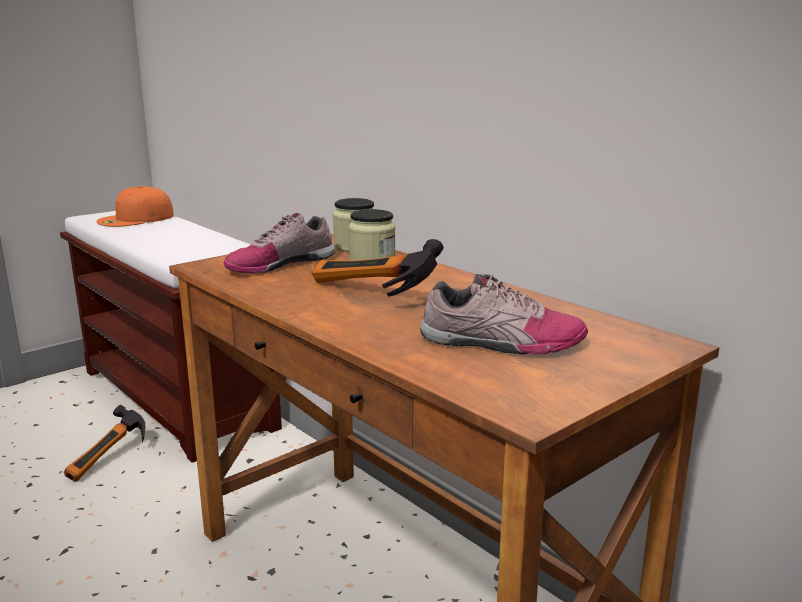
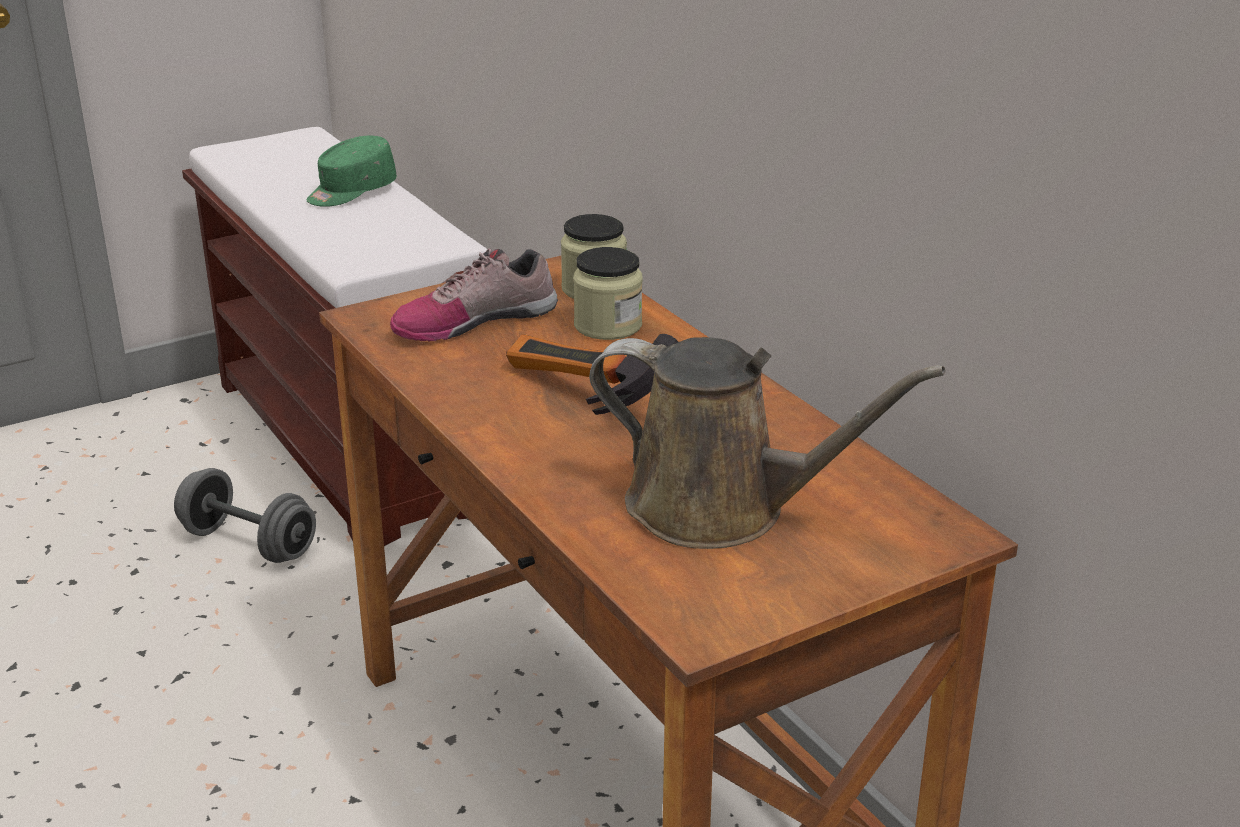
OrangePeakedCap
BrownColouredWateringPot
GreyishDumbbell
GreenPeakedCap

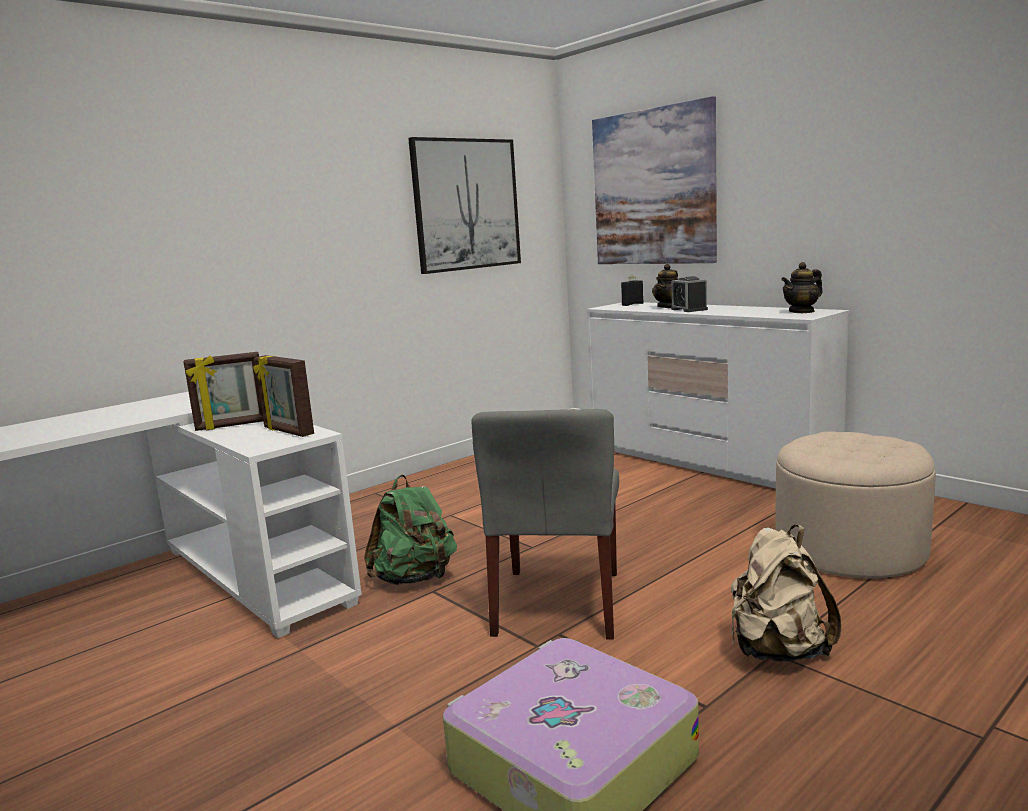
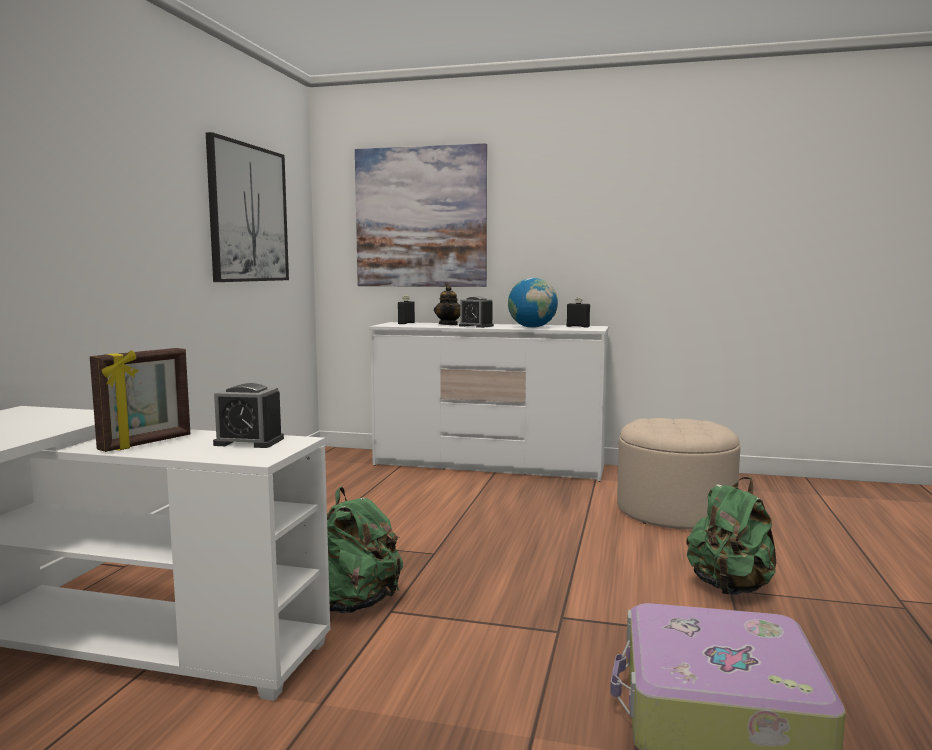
BlackishBeverageBottle (2nd from left)
BedsideClock (1st from left)
GreyishUprightChair
GreenBackpack (2nd from left)
WorldGlobe

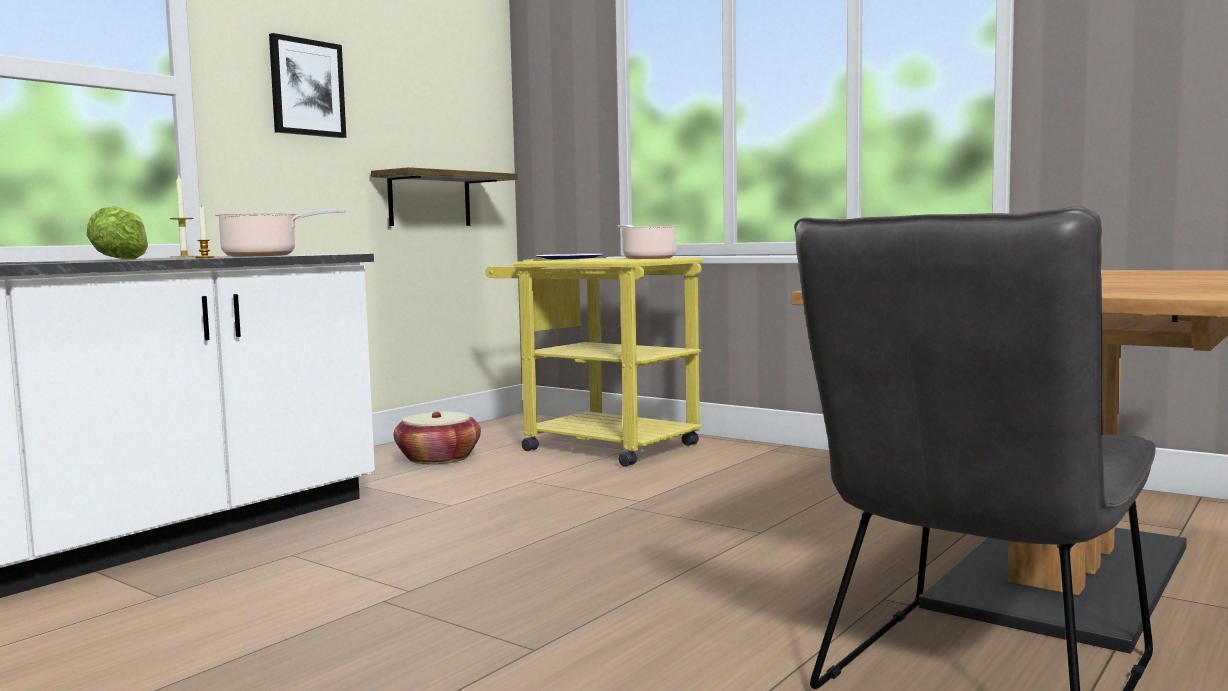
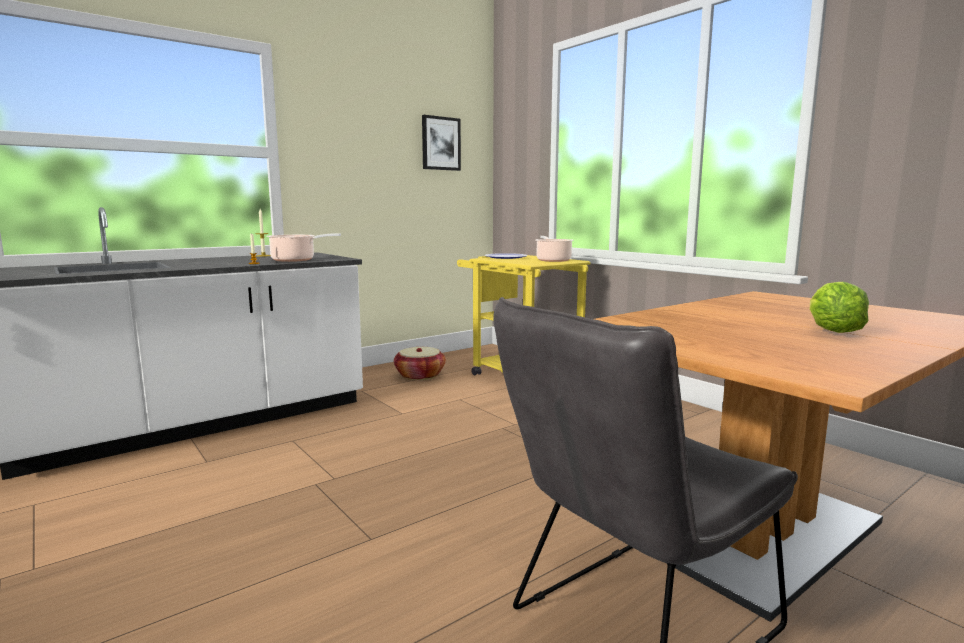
WallArt
Shelf
LettuceHead

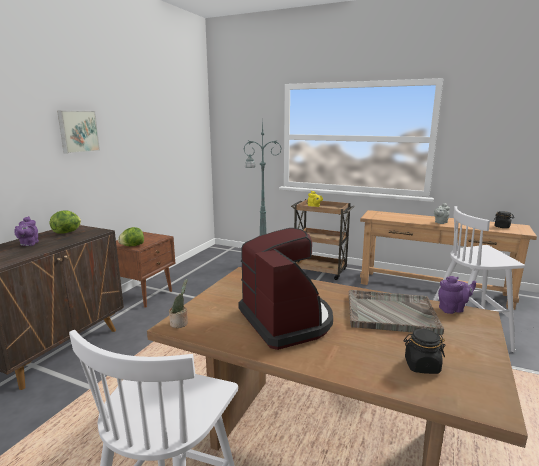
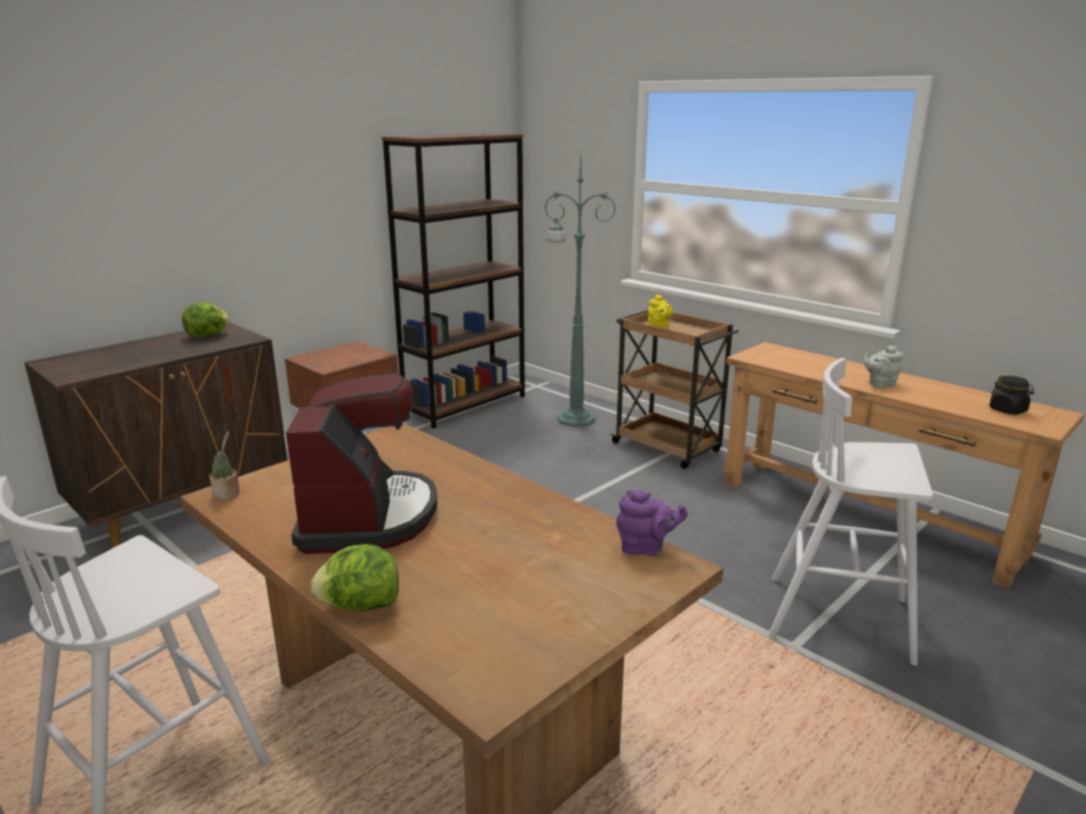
WallArt
PurpleColouredPotForTea (1st from left in the first image)
LettuceHead (2nd from left)
GreyishCarryingTray
BlackishJar (1st from left in the first image)
BrownColouredShelvingUnit

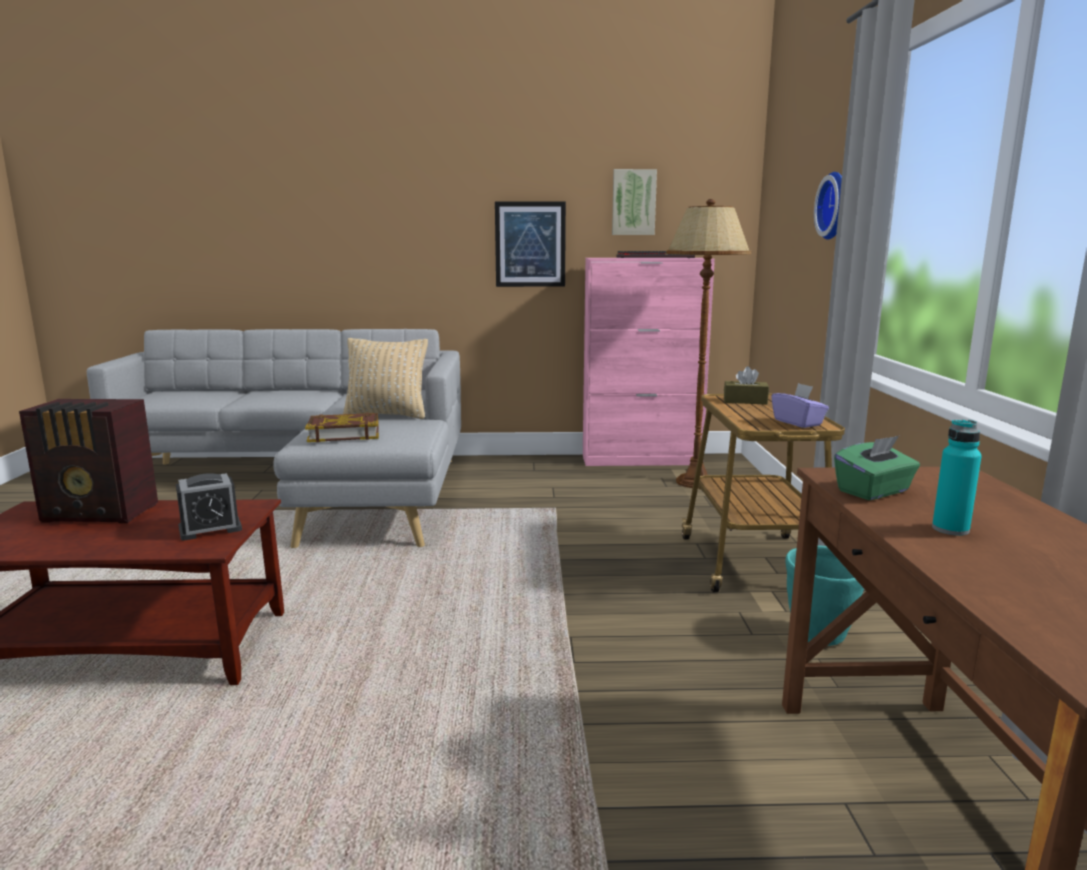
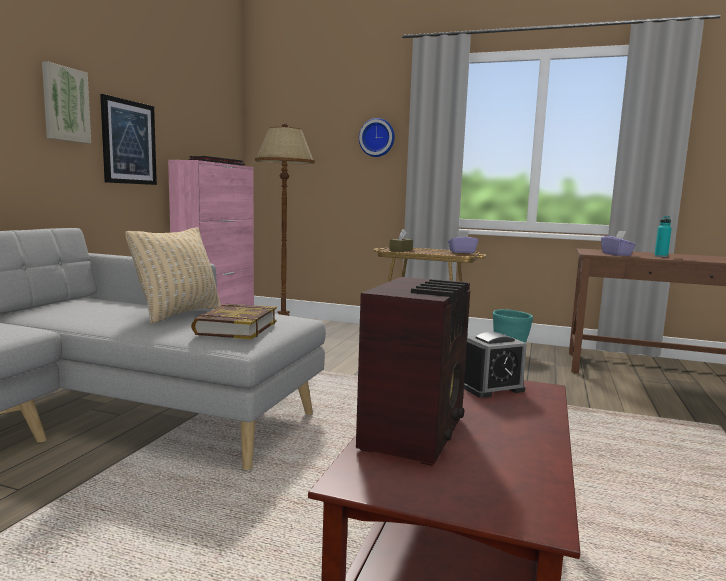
WallArt (1st from left)
PurpleColouredTissueHolder (2nd from left)
BedsideClock

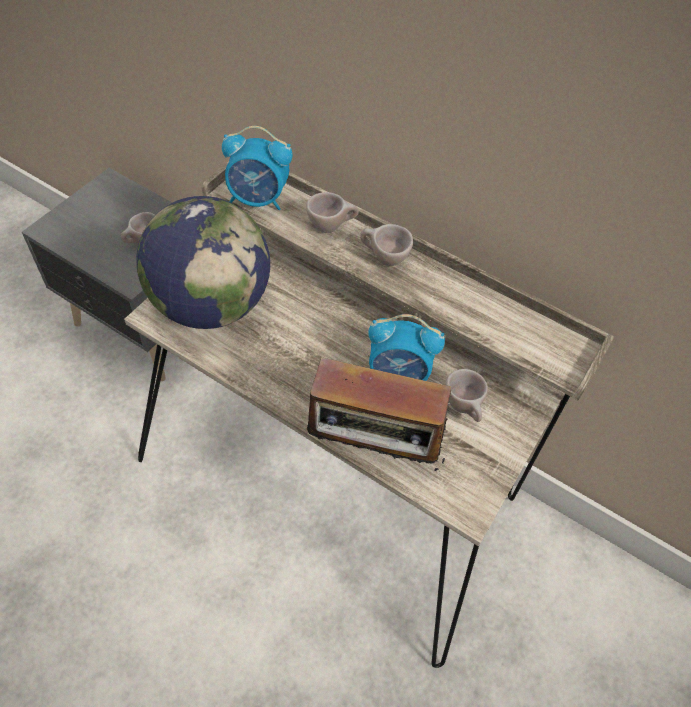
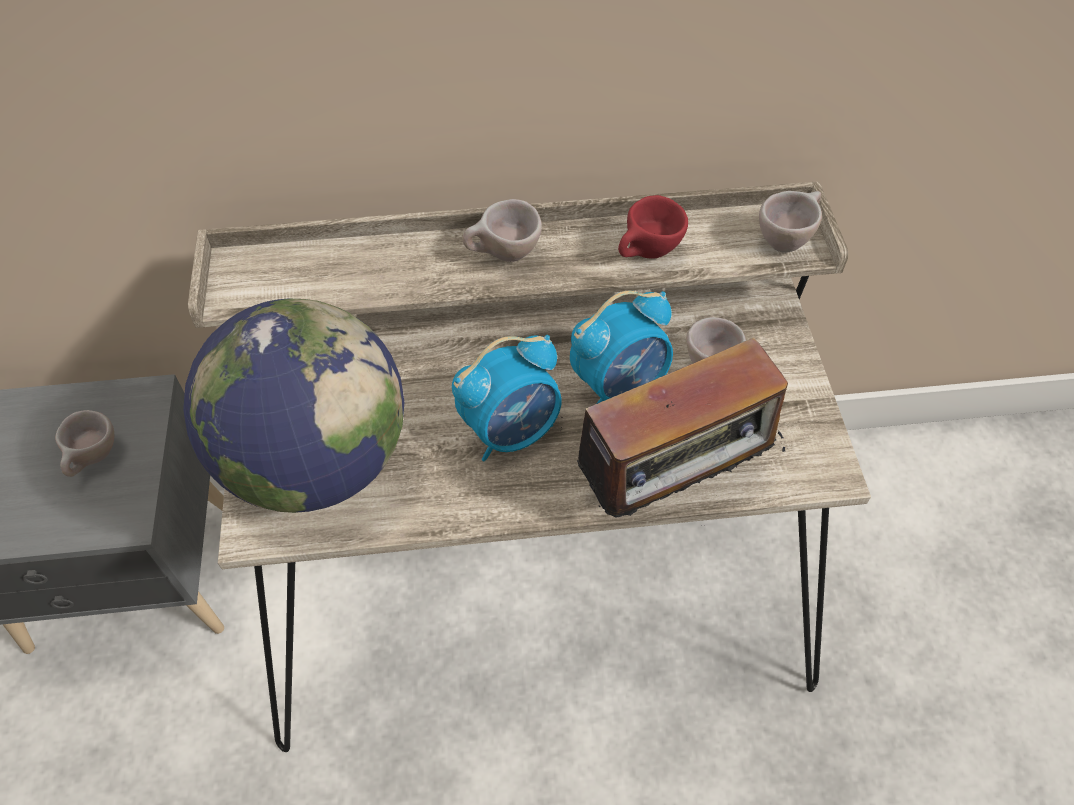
BedsideClock (1st from left)
BeigeCup (4th from left)
RedCup

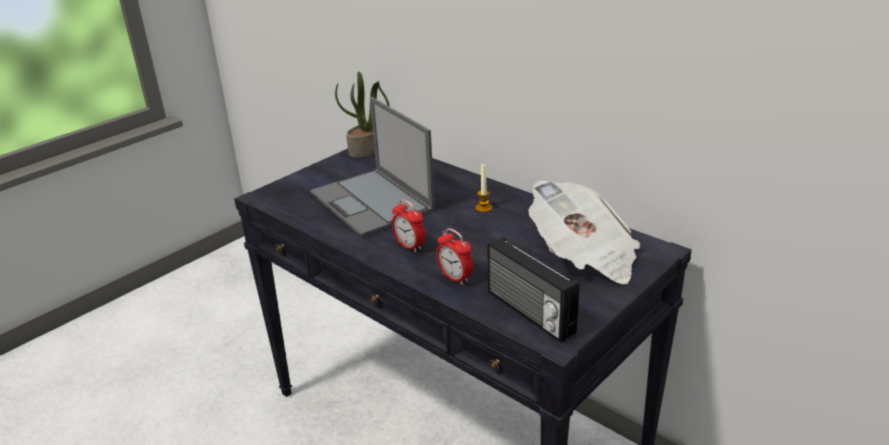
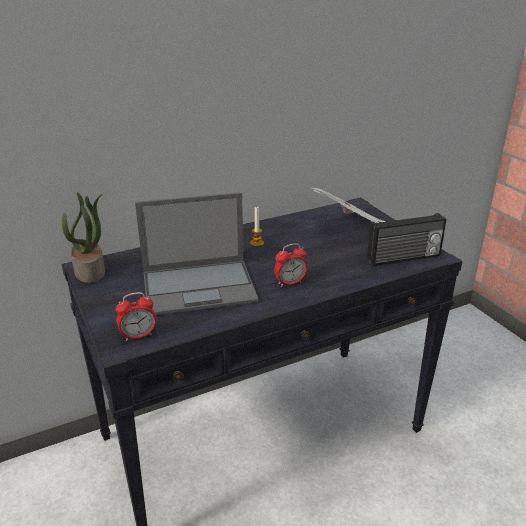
BedsideClock (1st from left)

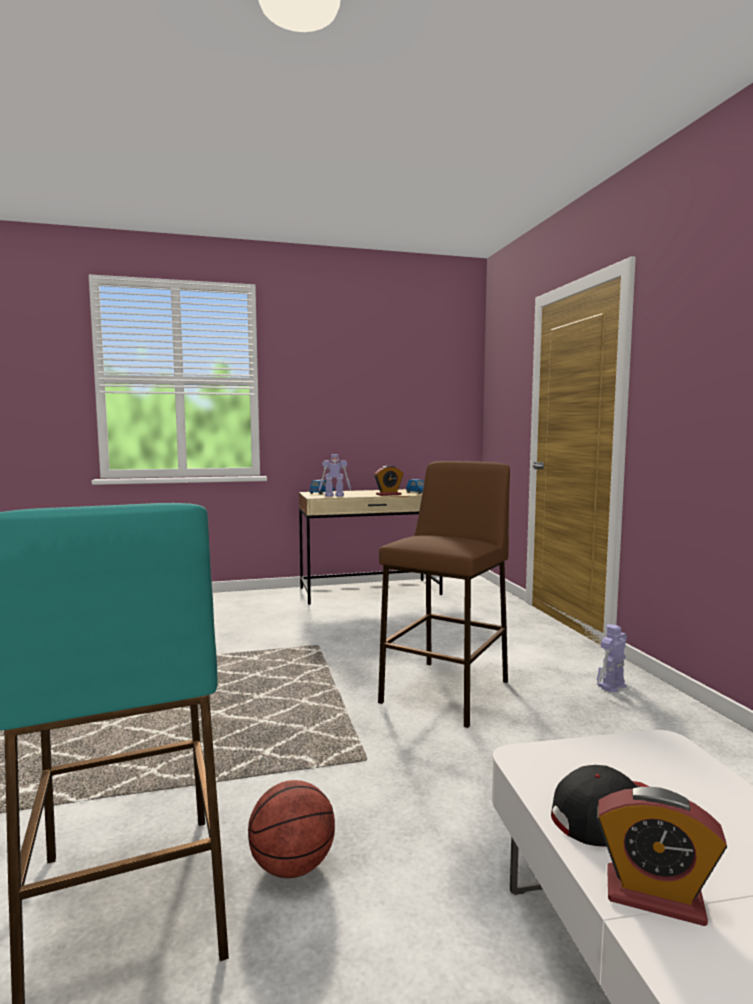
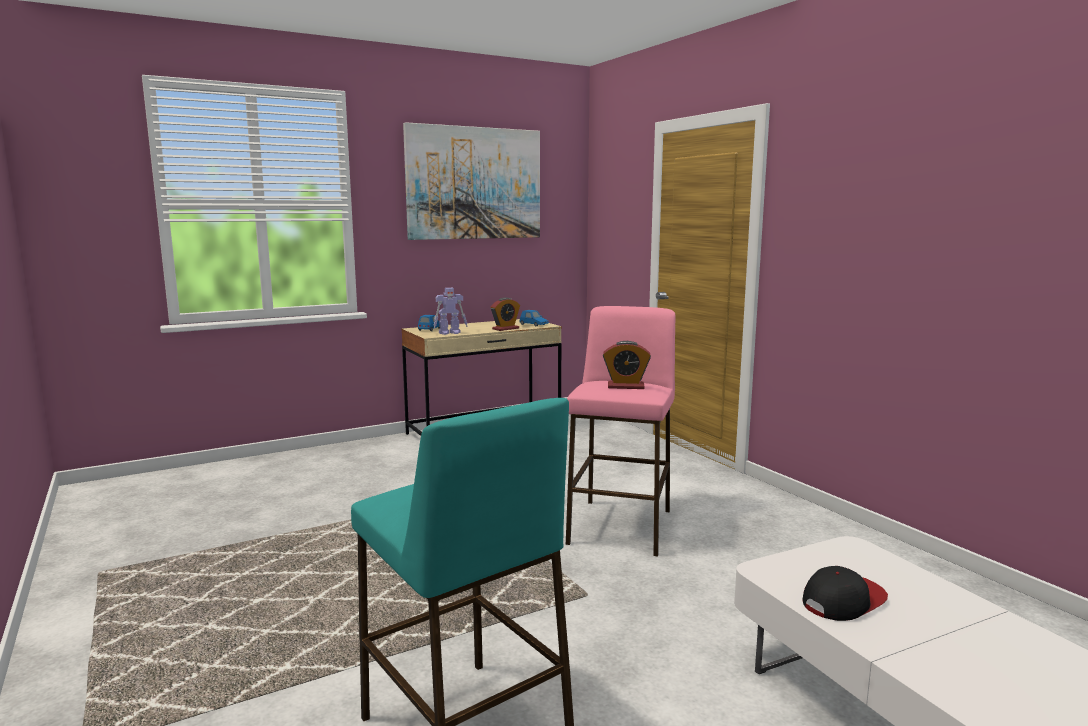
PinkSittingStool
ModelRobot (2nd from left in the first image)
BasketballBall
BedsideClock (2nd from left)
WallArt

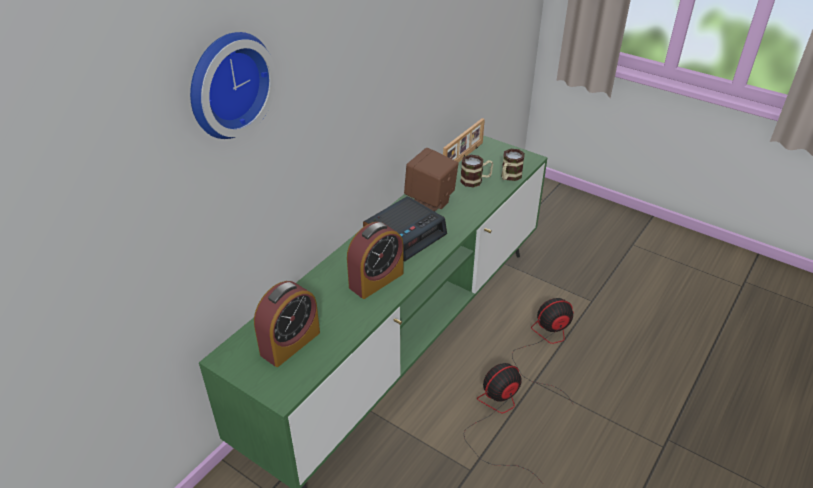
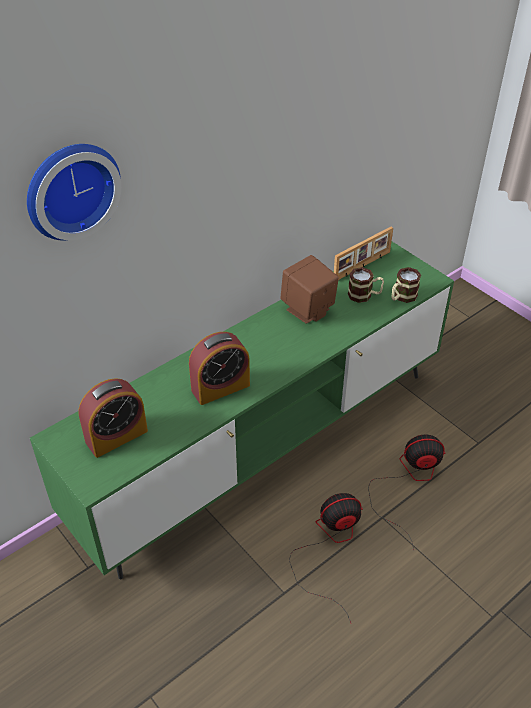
BedsideClock (3rd from left in the first image)

